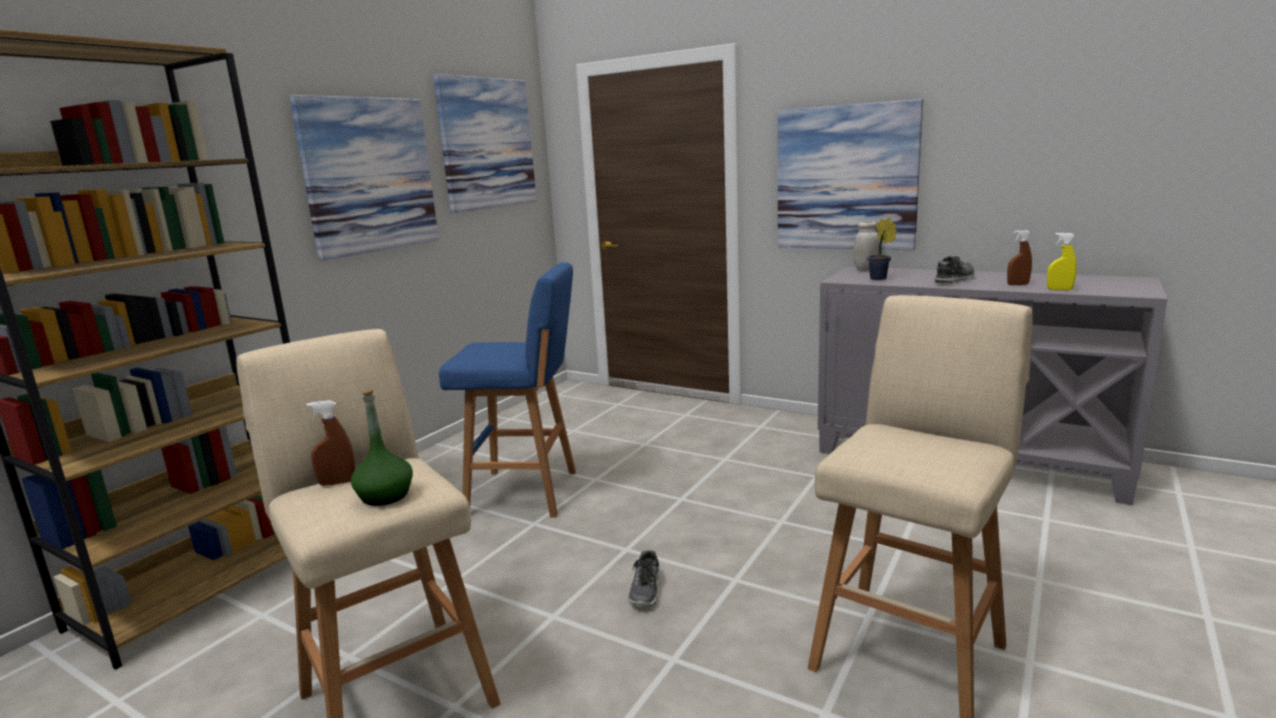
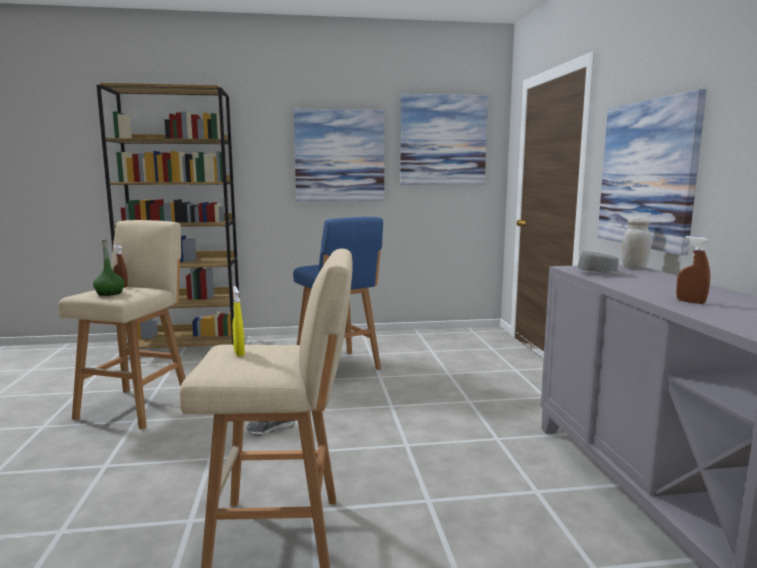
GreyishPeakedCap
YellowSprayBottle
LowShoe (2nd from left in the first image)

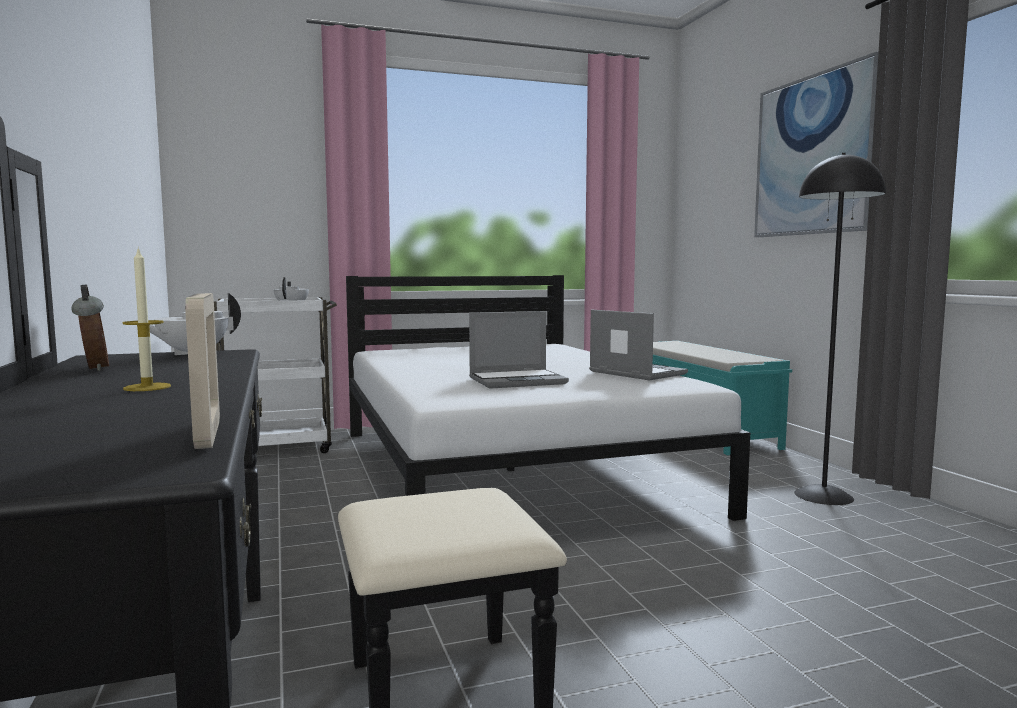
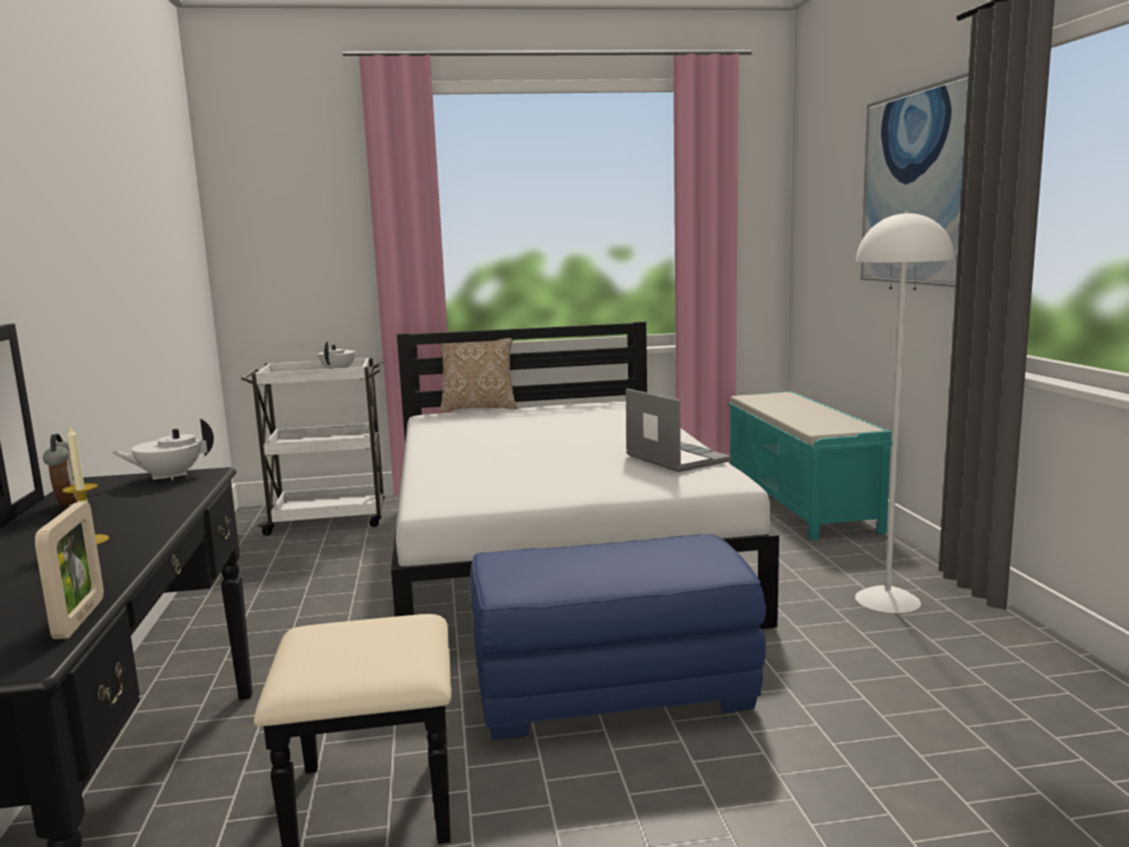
WhiteStandingLamp
PortableComputer (1st from left in the first image)
ThrowPillow
BlueColouredPouffe

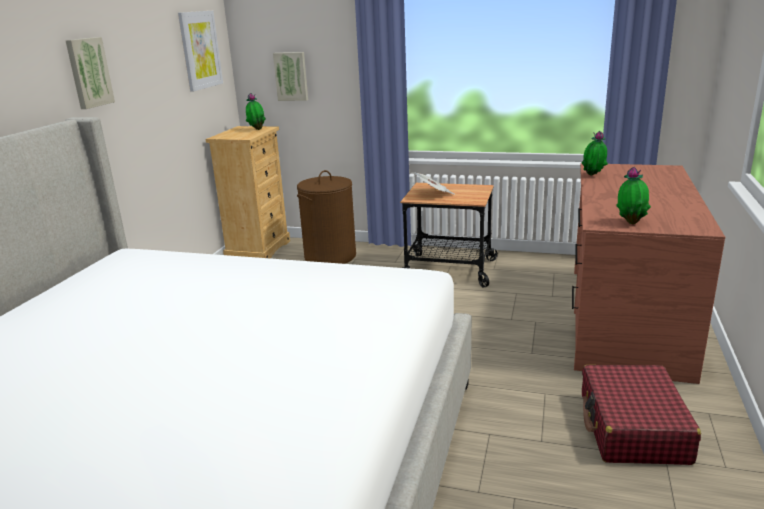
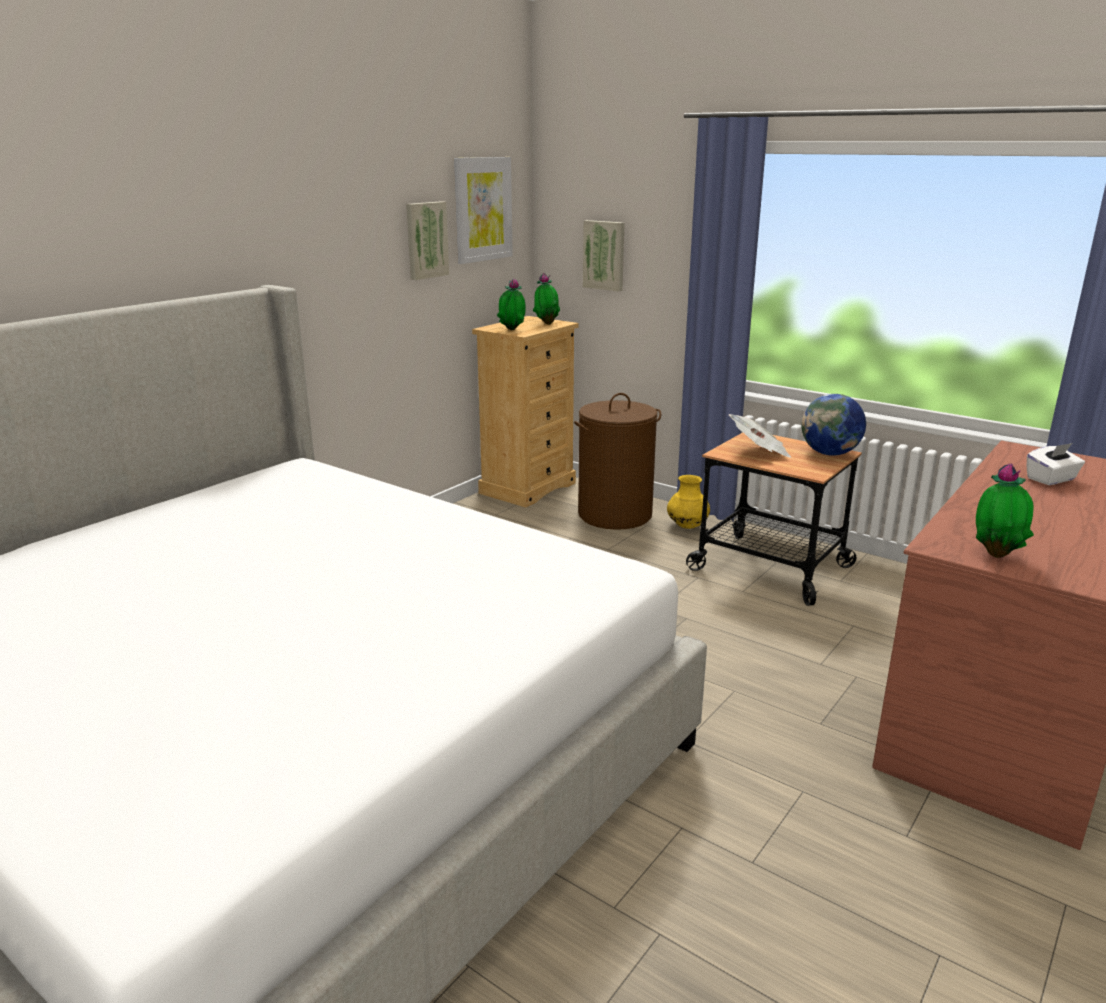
WallArt (1st from left)
PlantInAPot (1st from left)
RedTravelCase
WorldGlobe
WhiteTissueHolder
YellowFlowerVase

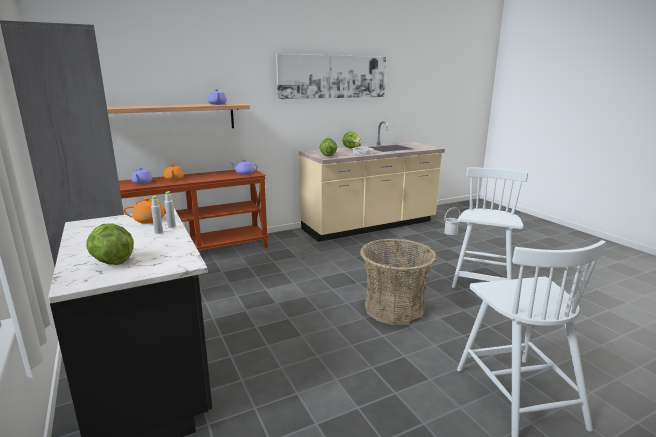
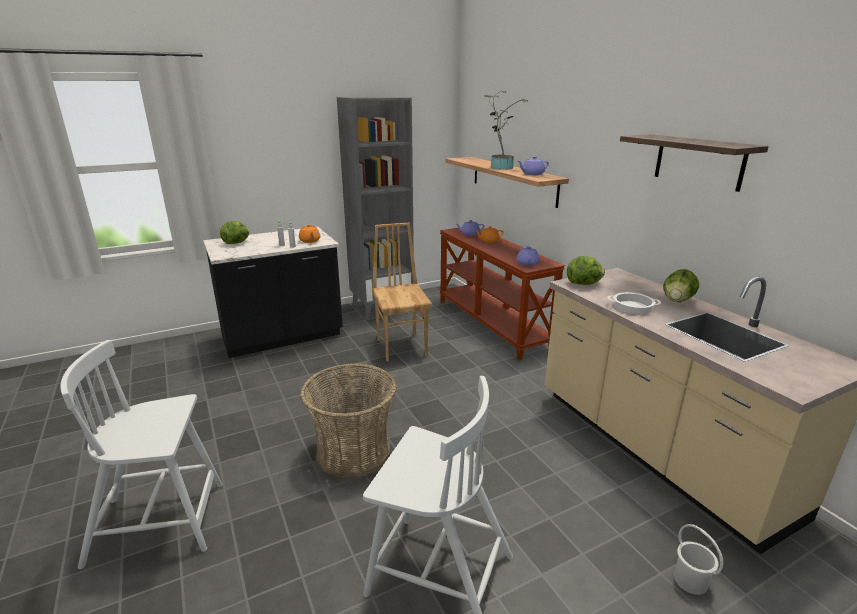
Shelf (2nd from left)
PlantInAPot
BrownColouredUprightChair

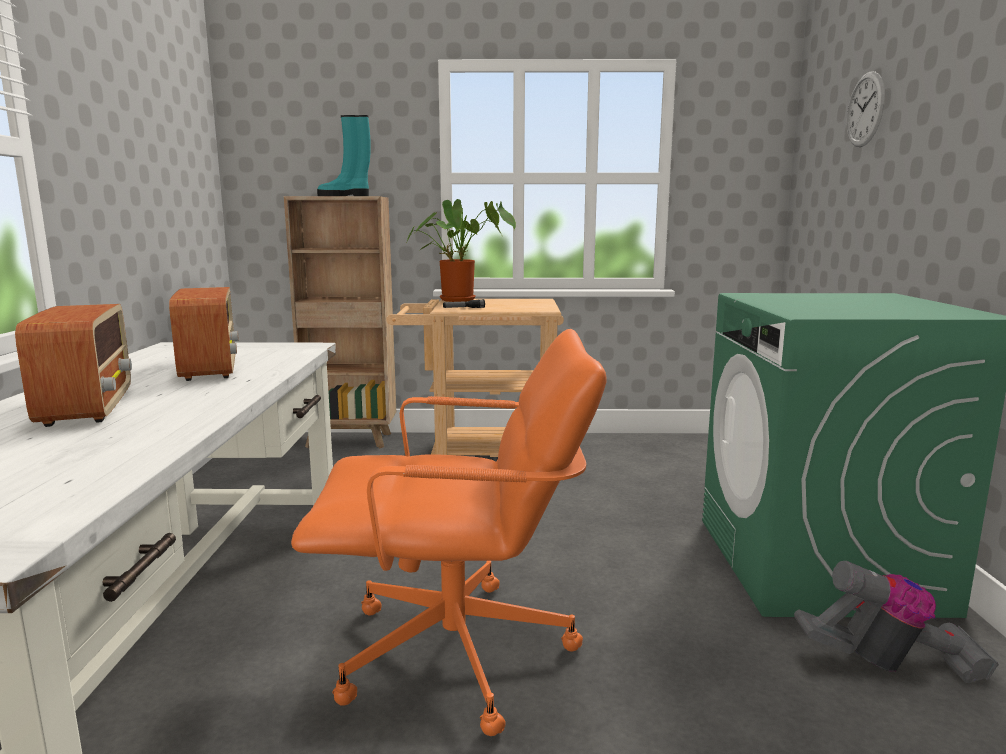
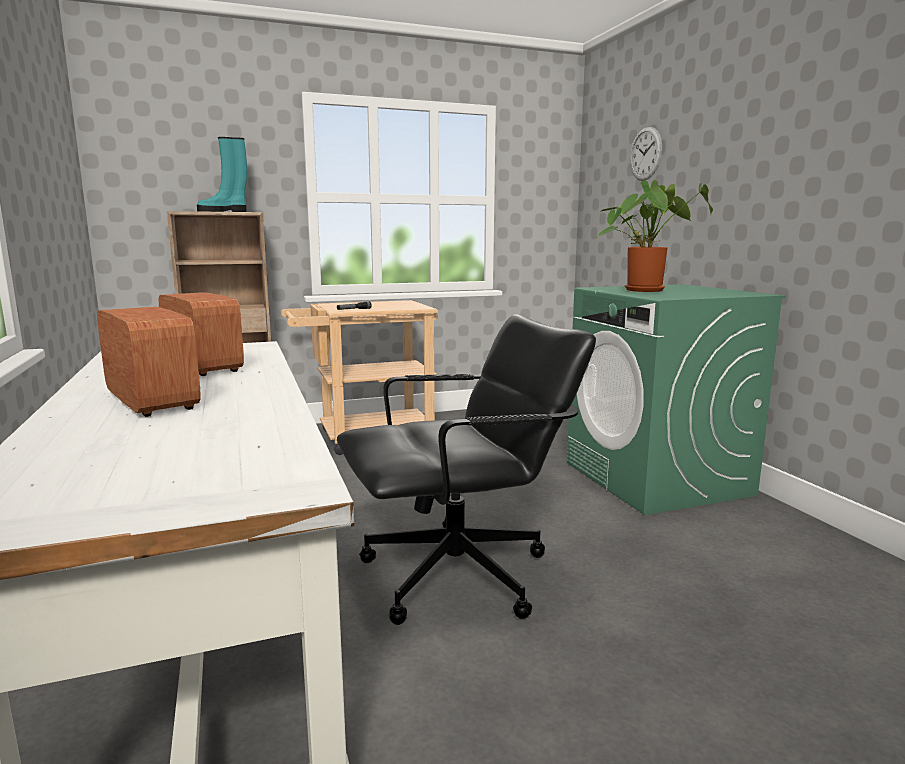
PlantInAPot
BlackishComputerChair
Hoover

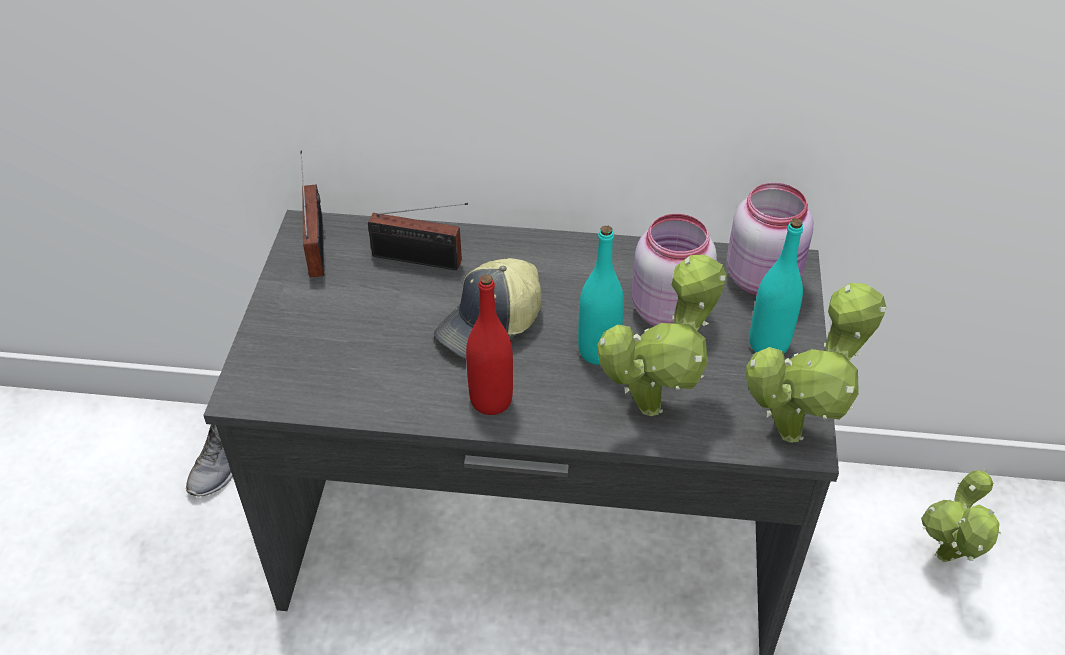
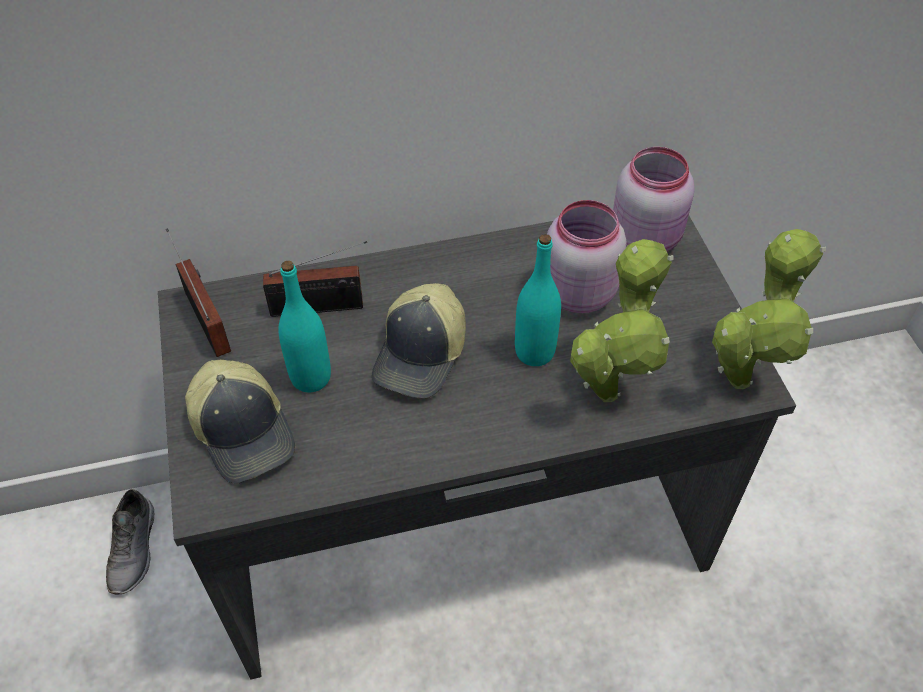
BlueGreenBeverageBottle (1st from left)
RedBeverageBottle
PlantInAPot (3rd from left in the first image)
PeakedCap (1st from left)

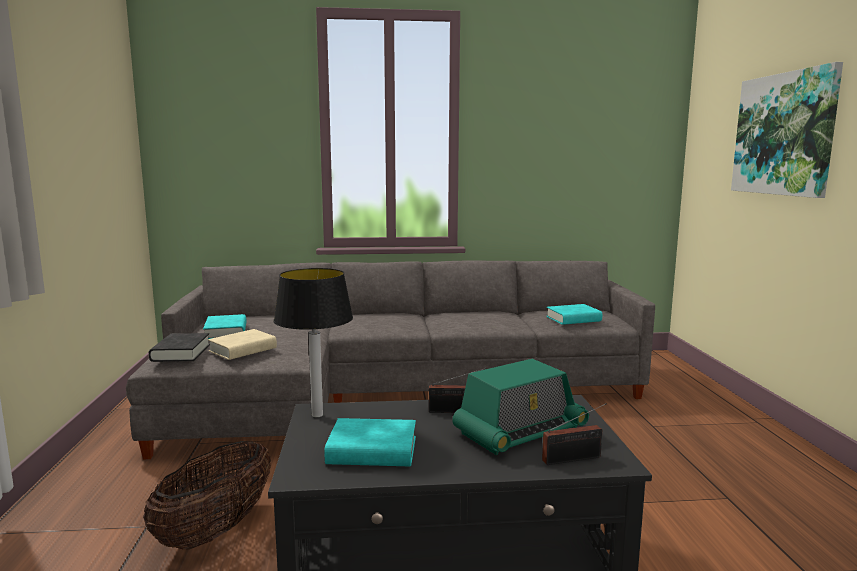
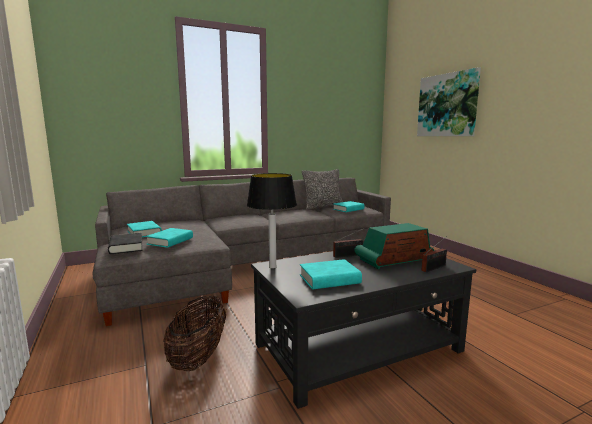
BlueGreenBoundBook (2nd from left)
RadioSet (2nd from left)
ThrowPillow

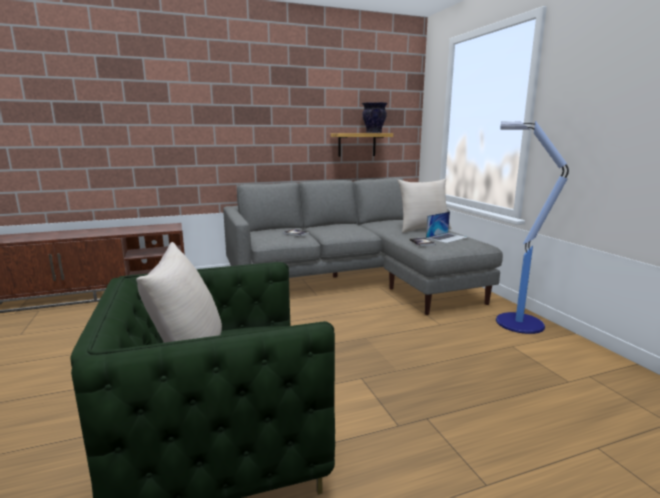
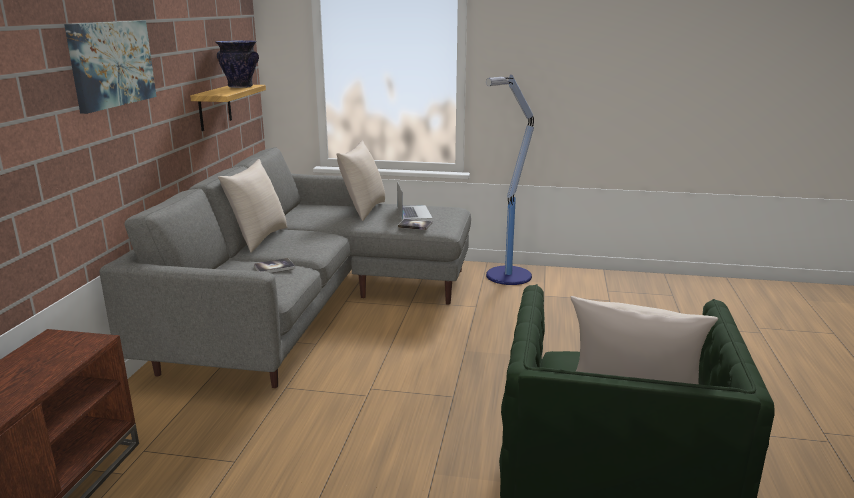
WallArt
BeigeThrowPillow (1st from left)

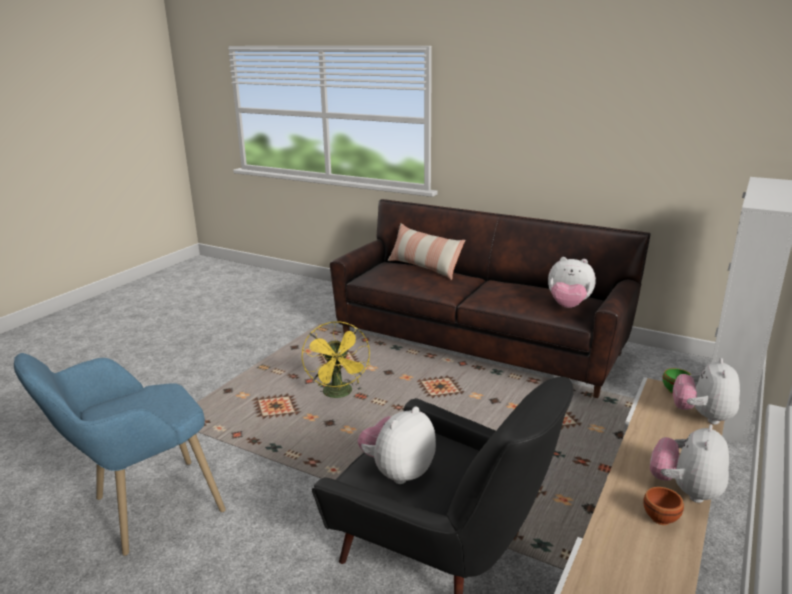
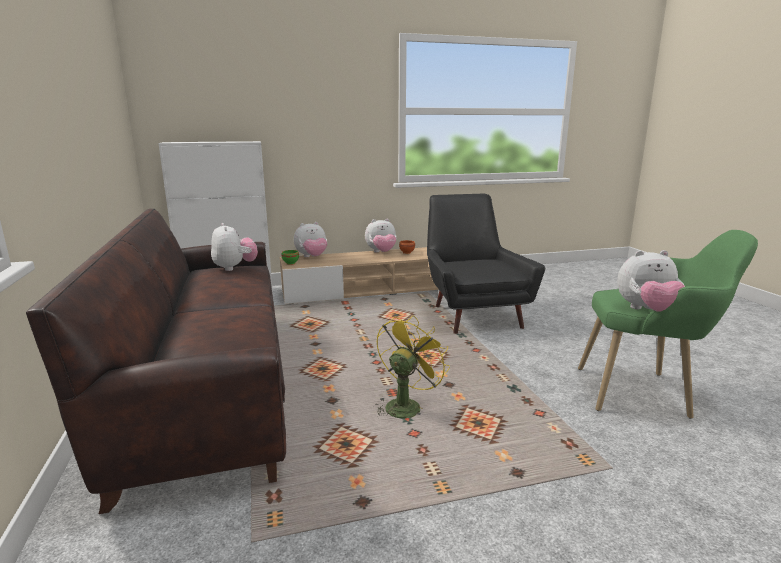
ThrowPillow
GreenArmchair
CuddlyToy (4th from left)

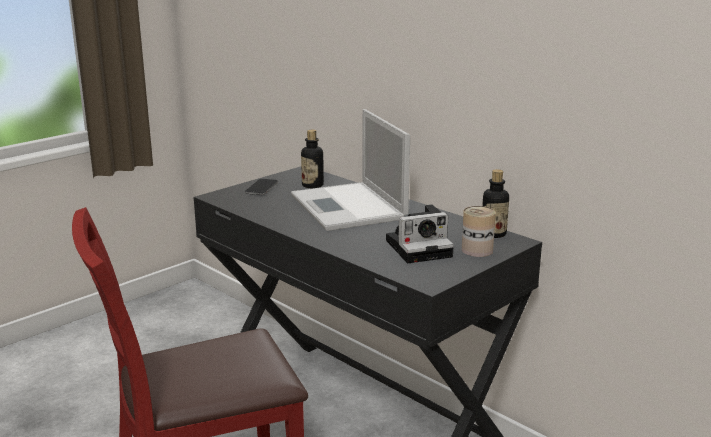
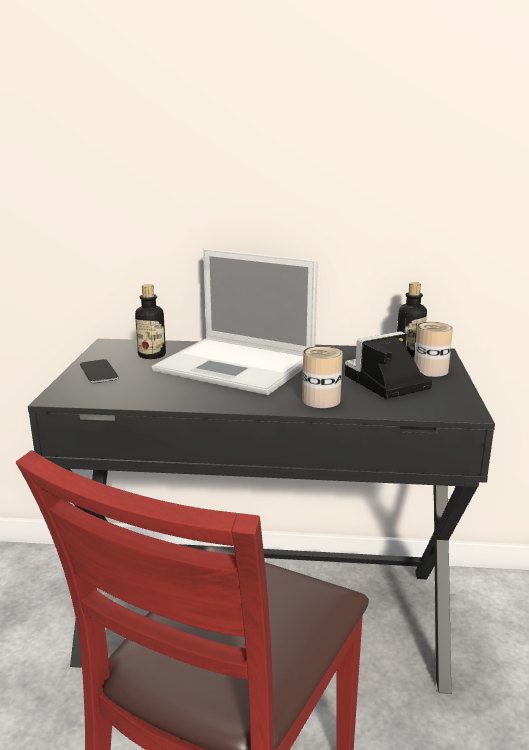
PhotoCamera
MetalCan (1st from left)

